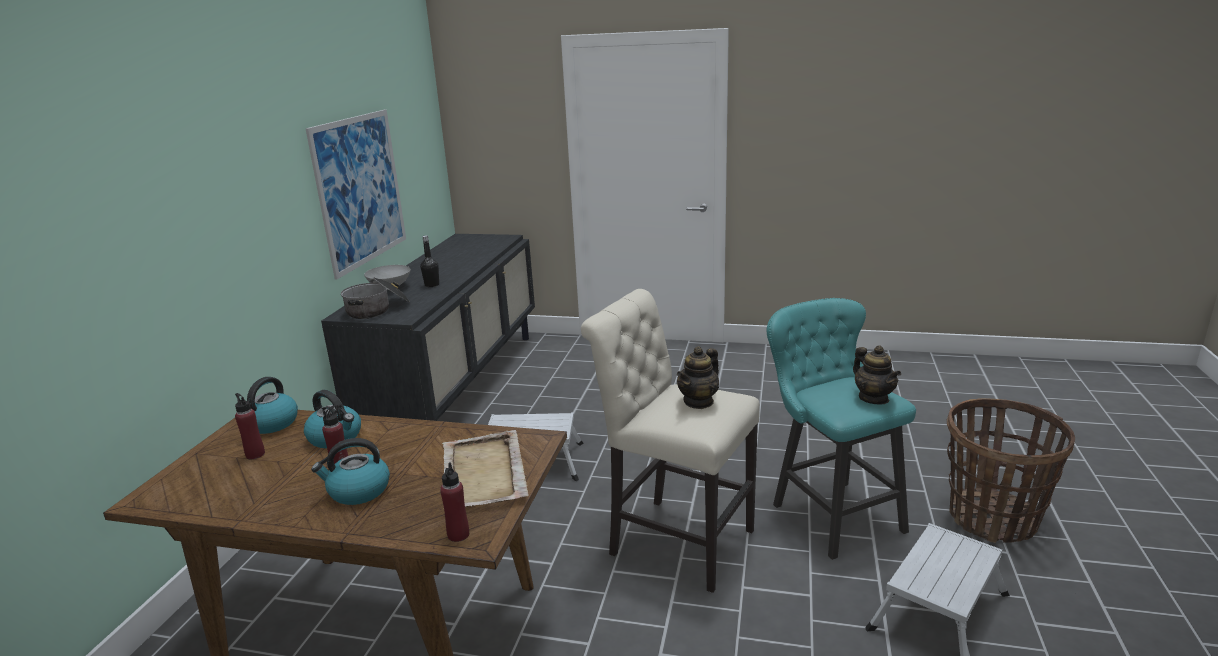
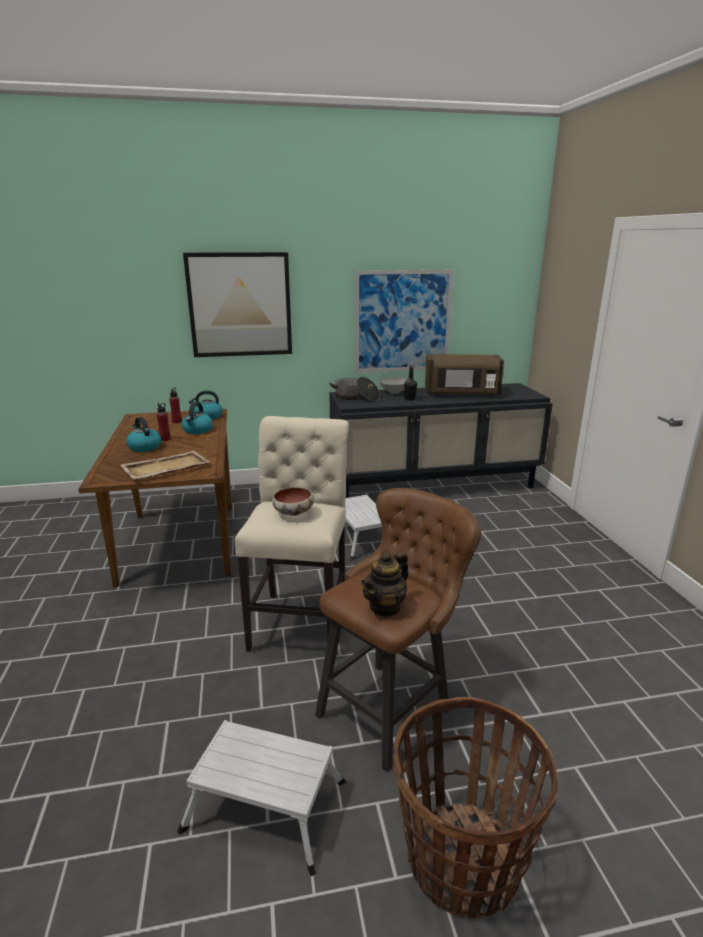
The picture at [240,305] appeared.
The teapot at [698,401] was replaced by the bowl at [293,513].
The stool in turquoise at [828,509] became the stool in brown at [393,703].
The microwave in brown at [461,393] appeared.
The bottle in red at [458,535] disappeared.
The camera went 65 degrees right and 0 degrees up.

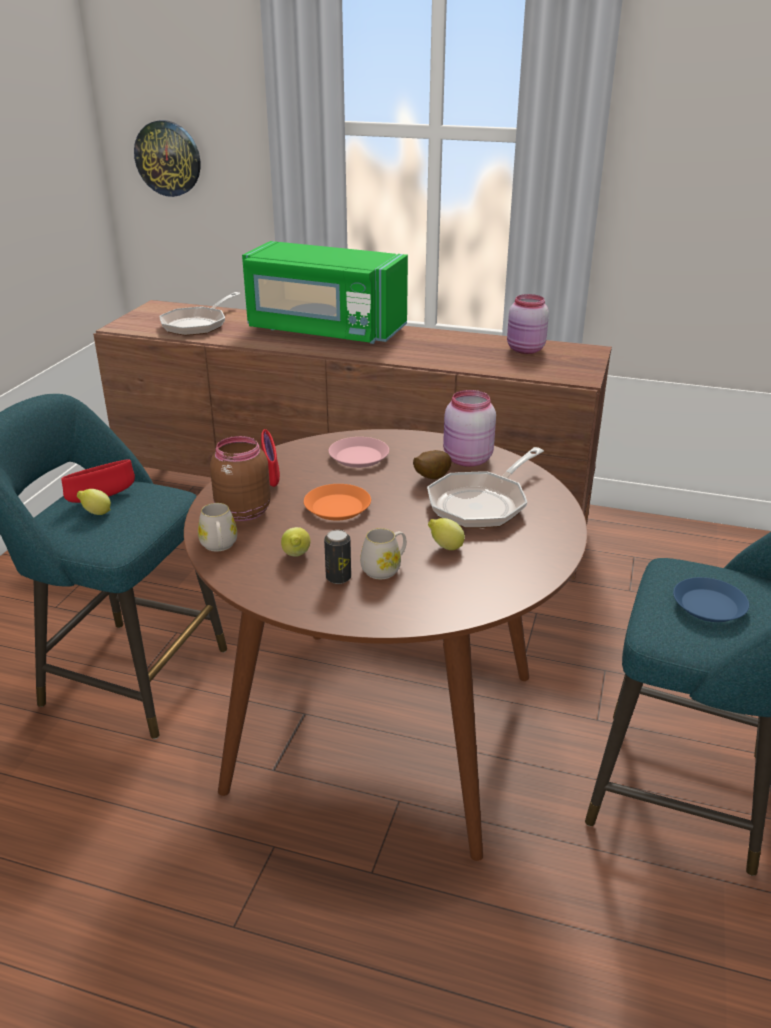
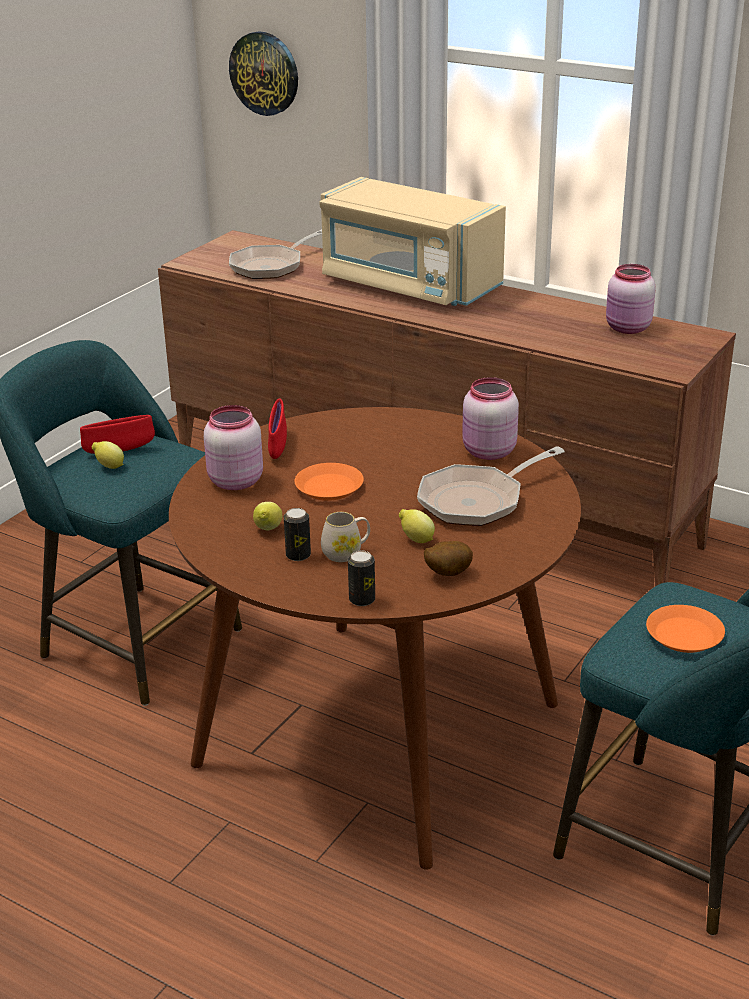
The jar in brown at [241,512] became the jar in pink at [234,481].
The microwave in green at [325,330] became the microwave in beige at [408,285].
The can at [362,600] appeared.
The potato moved from [430,478] to [446,573].
The plate in blue at [708,606] became the plate in orange at [684,635].
The mug in white at [219,546] disappeared.
The plate in pink at [358,457] disappeared.
The camera went 15 degrees right and 0 degrees up.

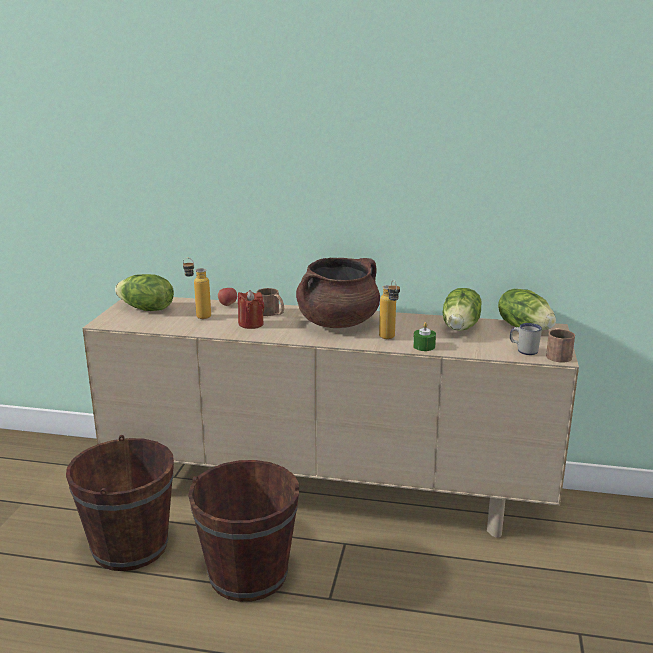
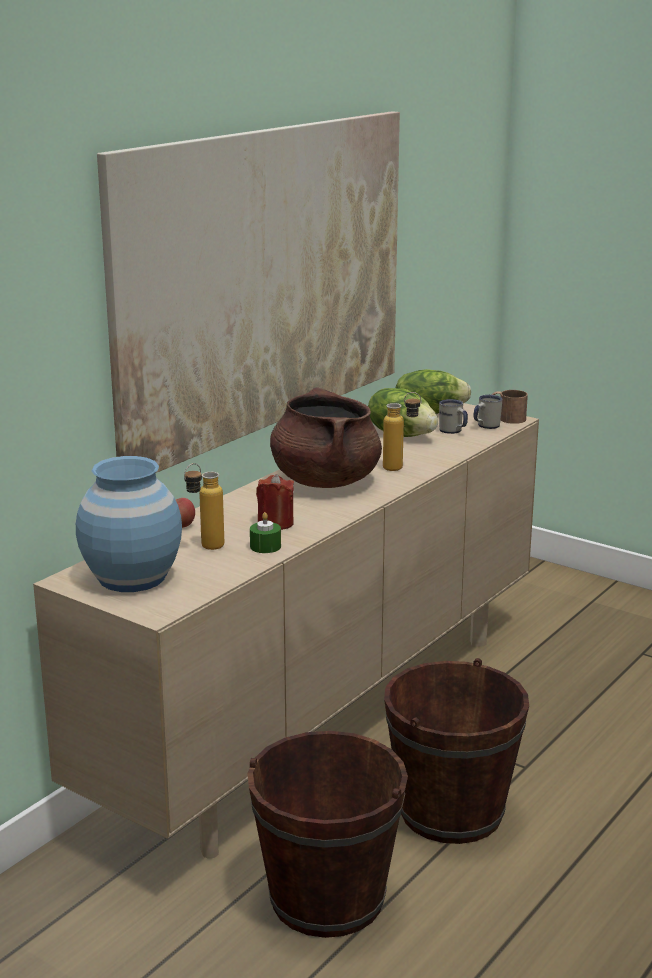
The lettuce at [146,309] was replaced by the vase in blue at [131,577].
The picture at [266,281] appeared.
The candle in green moved from [424,346] to [265,546].
The mug in white at [453,431] appeared.
The mug in brown at [272,313] disappeared.
The camera went 65 degrees left and 0 degrees up.

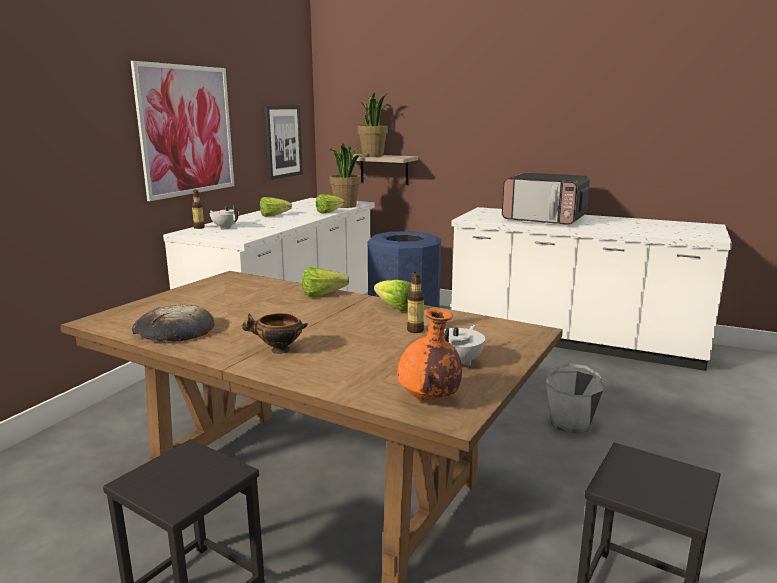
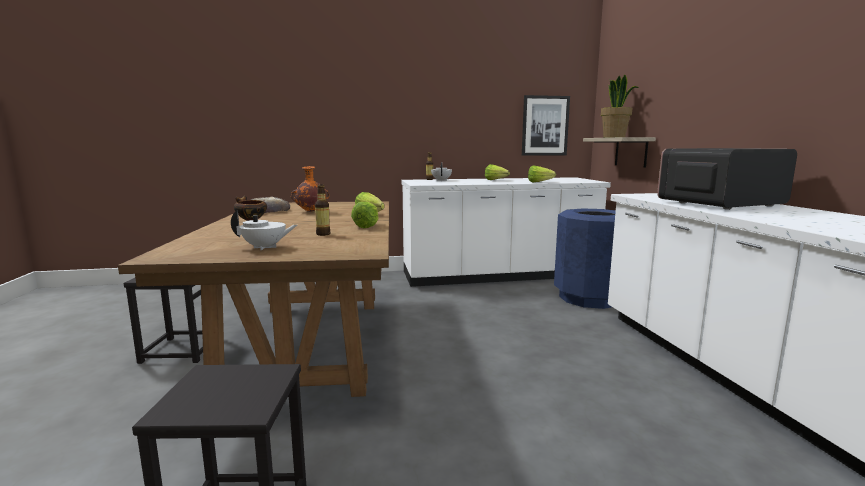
The vase in orange moved from [429,400] to [310,212].
The microwave at [545,219] turned 75 degrees clockwise.
The picture at [187,130] disappeared.
The potted plant at [345,206] disappeared.
The bucket in grey at [570,423] disappeared.
The camera went 55 degrees right and 5 degrees down.

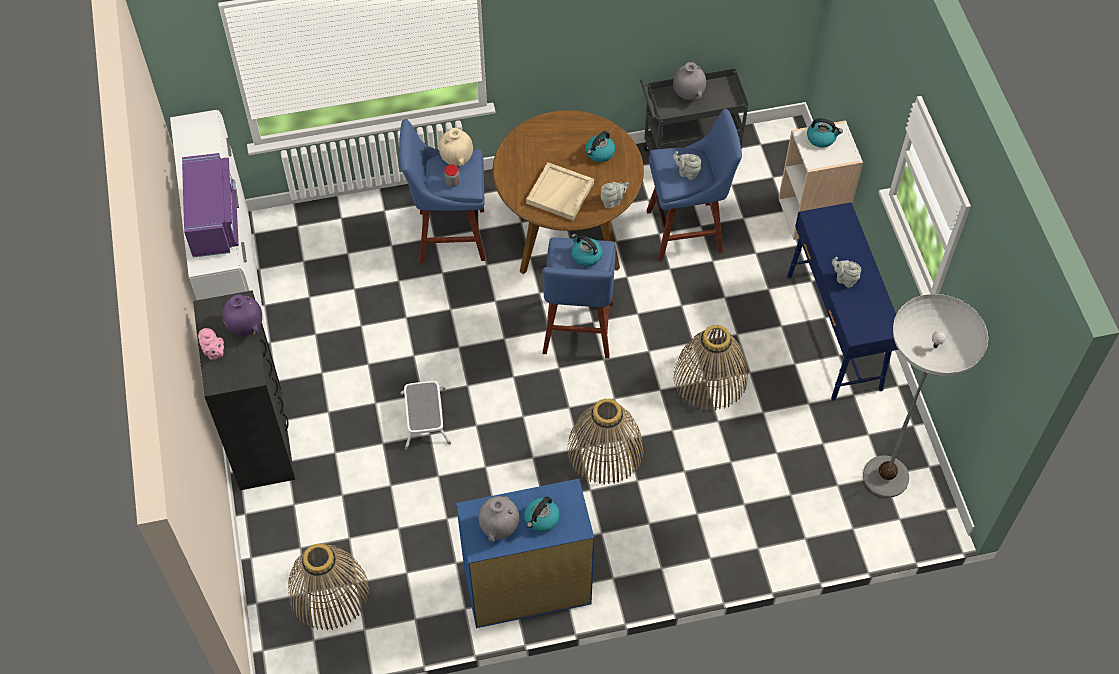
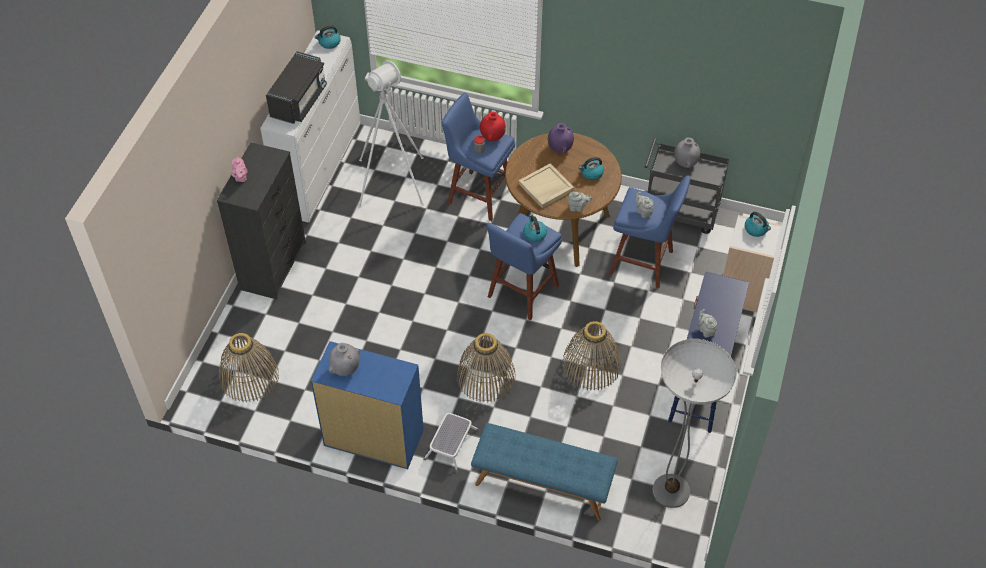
The microwave in purple at [213,219] became the microwave in black at [299,101].
The kettle moved from [541,519] to [329,43].
The floor lamp in white at [391,182] appeared.
The step ladder in grey moved from [425,418] to [451,444].
The bench in blue at [542,484] appeared.
The vase in beige at [457,159] became the vase in red at [492,137].
The vase in purple moved from [245,327] to [560,148].
The camera went 30 degrees right and 5 degrees down.

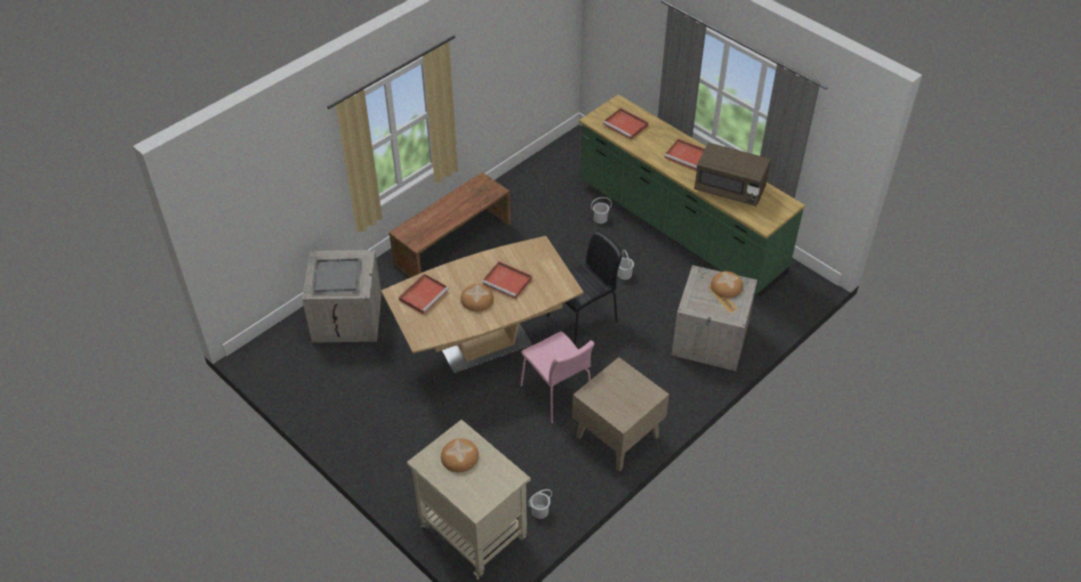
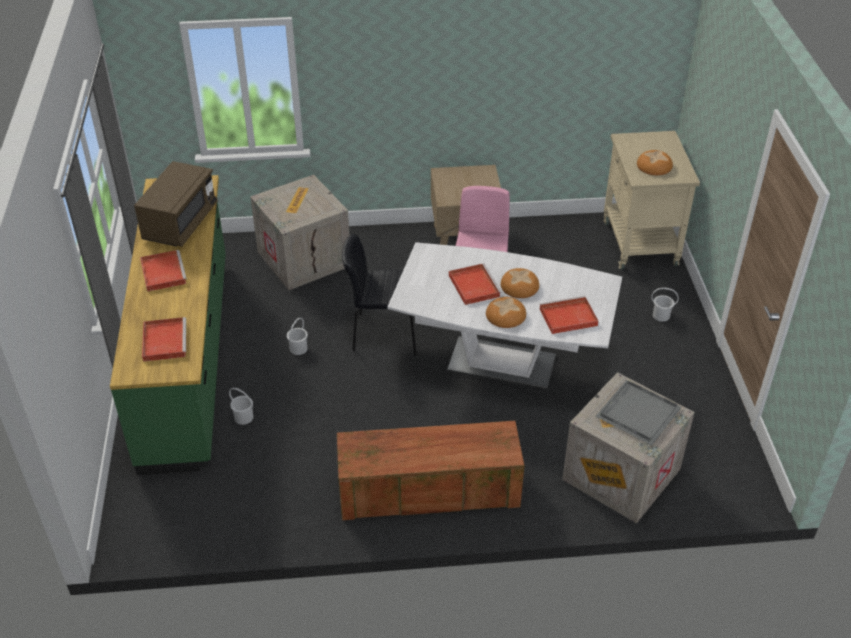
The microwave in brown at [729,189] turned 45 degrees clockwise.
The dining table in brown at [485,345] became the dining table in white at [501,363].
The bread moved from [726,287] to [506,315].
The bucket in white moved from [540,511] to [661,315].
The camera went 140 degrees left and 5 degrees down.

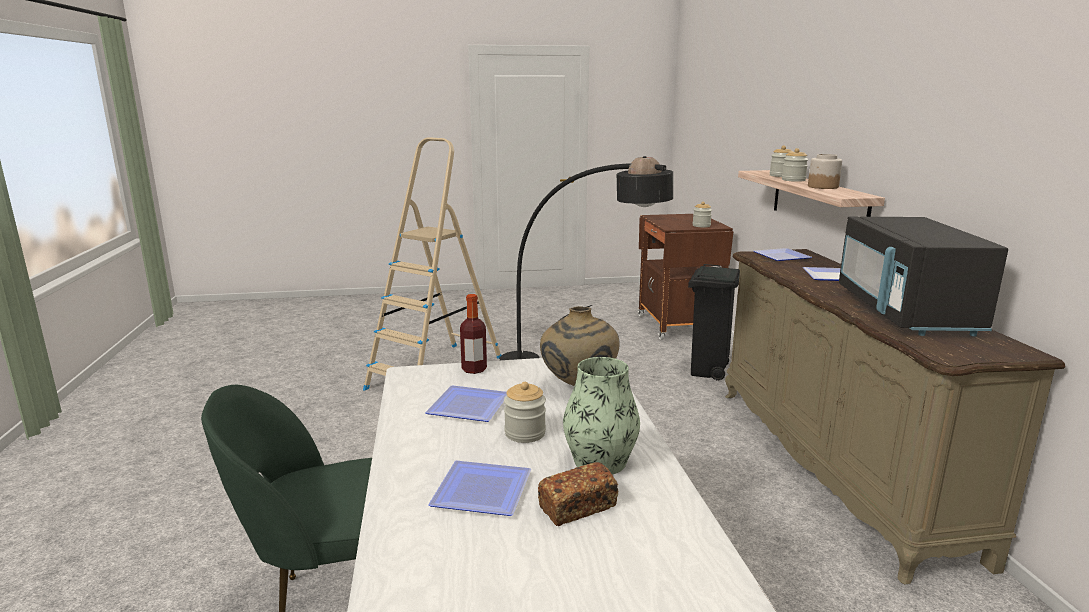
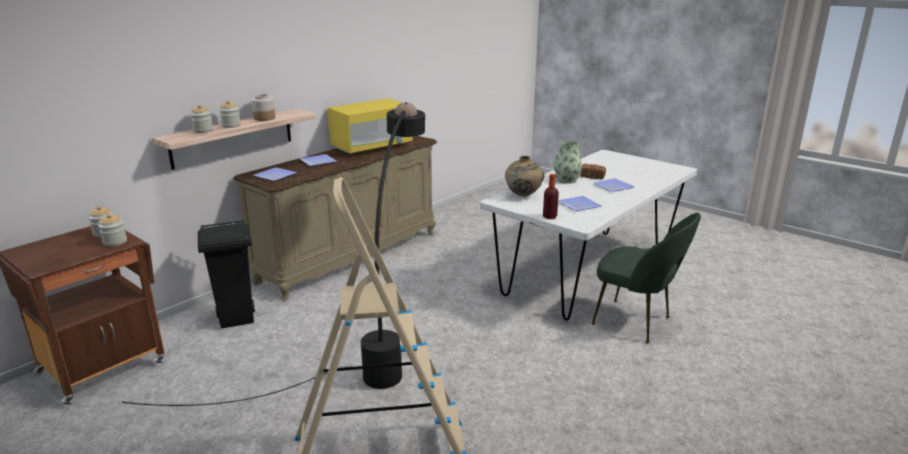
The jar moved from [525,433] to [115,242].
The microwave in black at [905,313] became the microwave in yellow at [372,147].
The camera went 130 degrees left and 5 degrees up.

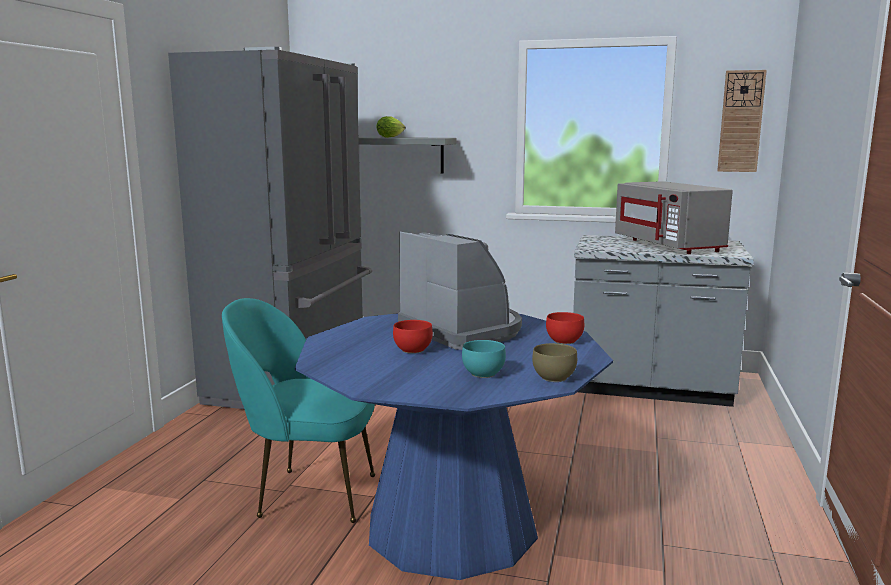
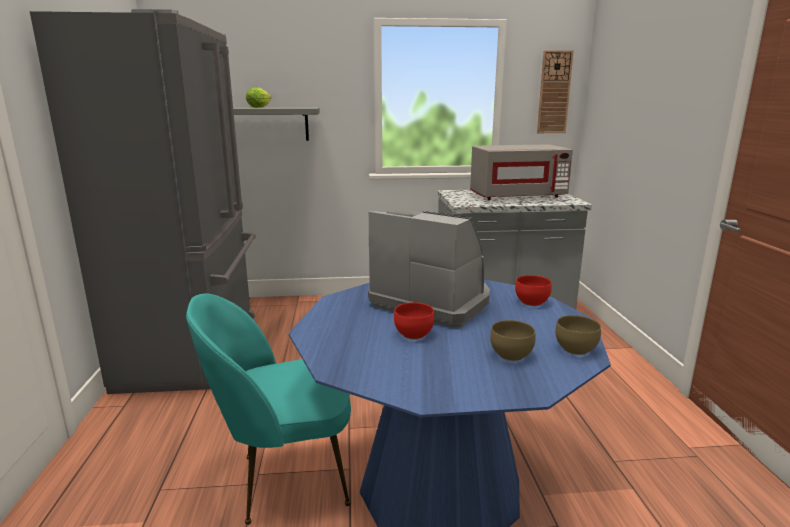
The microwave in grey at [669,245] turned 60 degrees counterclockwise.
The bowl in turquoise at [484,374] became the bowl in brown at [512,356].
The camera went 20 degrees left and 5 degrees up.

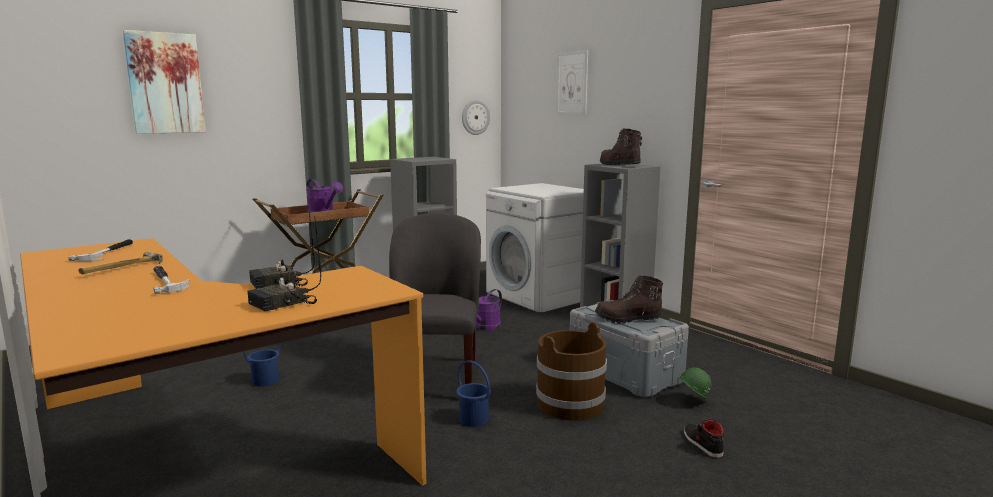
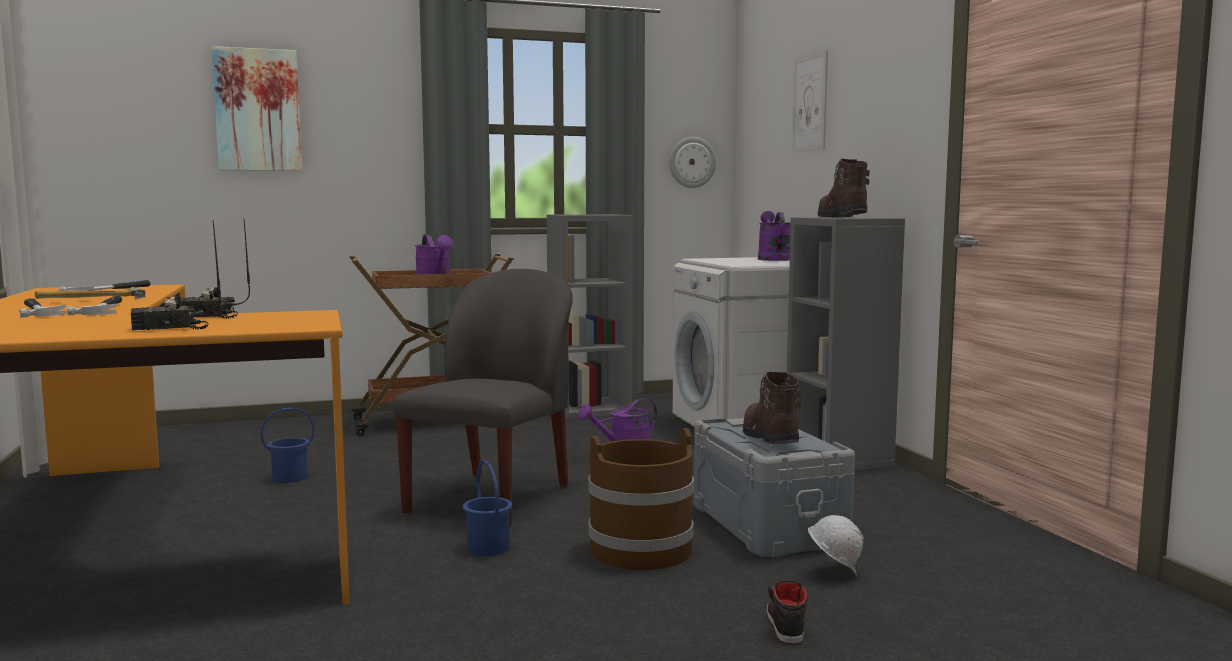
The hammer at [38,311] appeared.
The boot in brown at [628,319] turned 60 degrees clockwise.
The watering can in purple at [773,259] appeared.
The hard hat in green at [692,401] became the hard hat in white at [833,572].
The camera went 20 degrees right and 5 degrees down.

